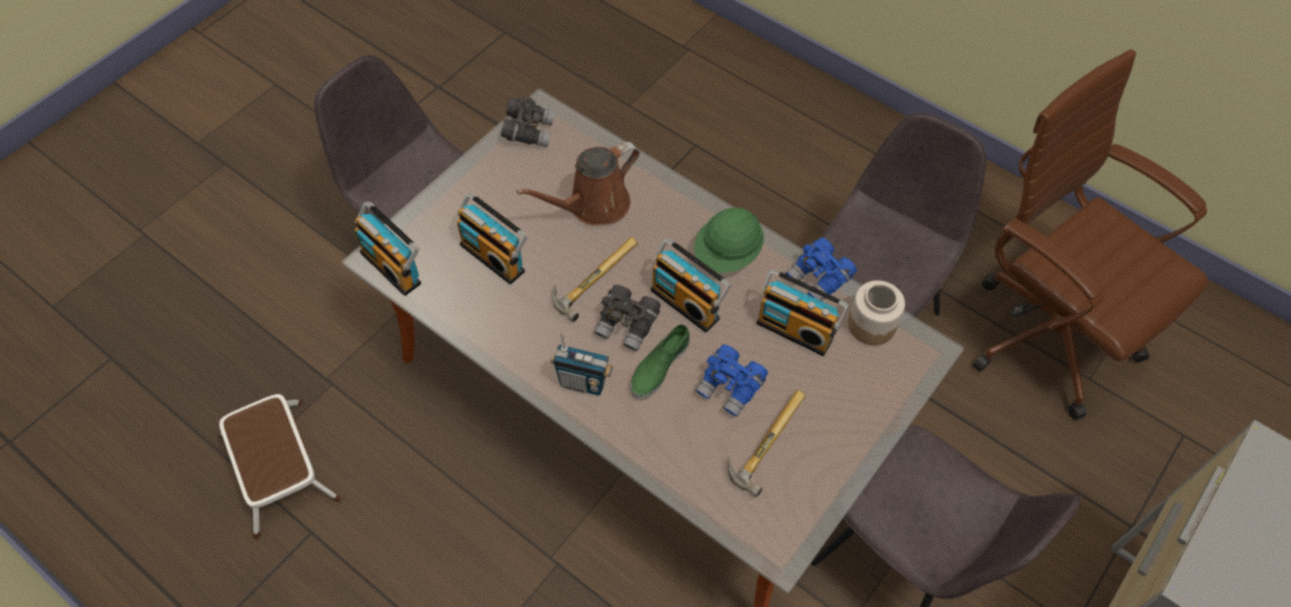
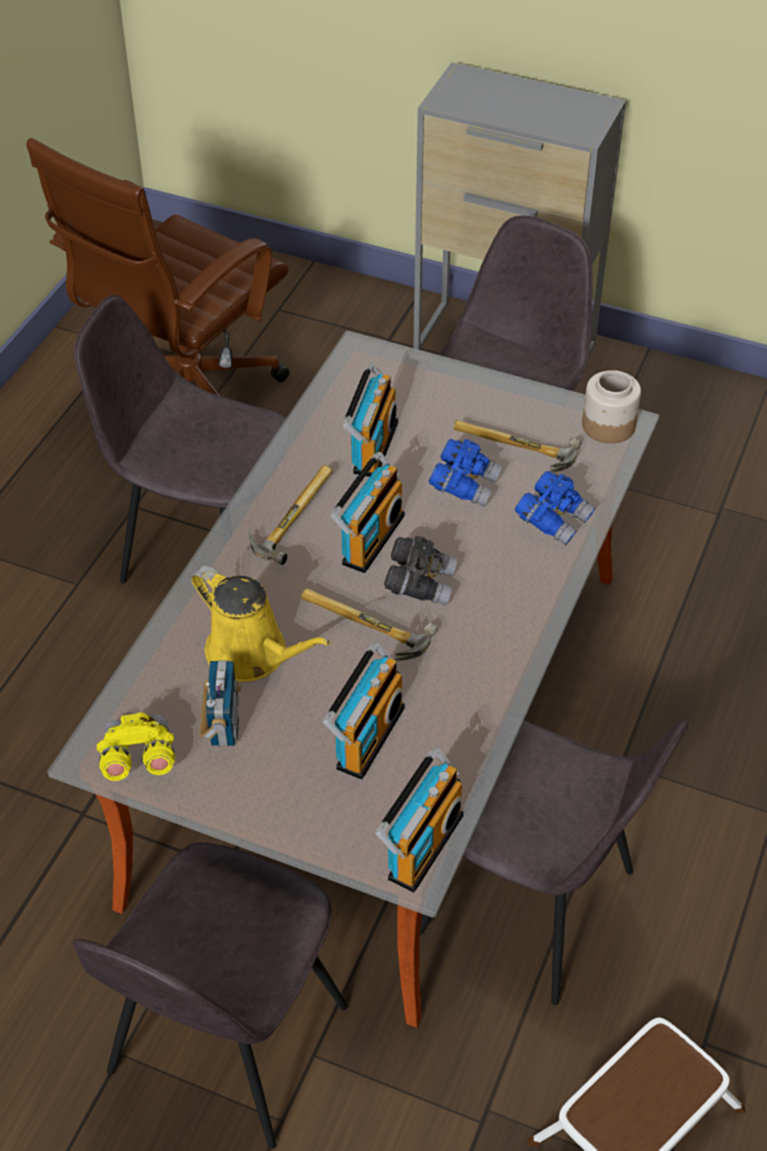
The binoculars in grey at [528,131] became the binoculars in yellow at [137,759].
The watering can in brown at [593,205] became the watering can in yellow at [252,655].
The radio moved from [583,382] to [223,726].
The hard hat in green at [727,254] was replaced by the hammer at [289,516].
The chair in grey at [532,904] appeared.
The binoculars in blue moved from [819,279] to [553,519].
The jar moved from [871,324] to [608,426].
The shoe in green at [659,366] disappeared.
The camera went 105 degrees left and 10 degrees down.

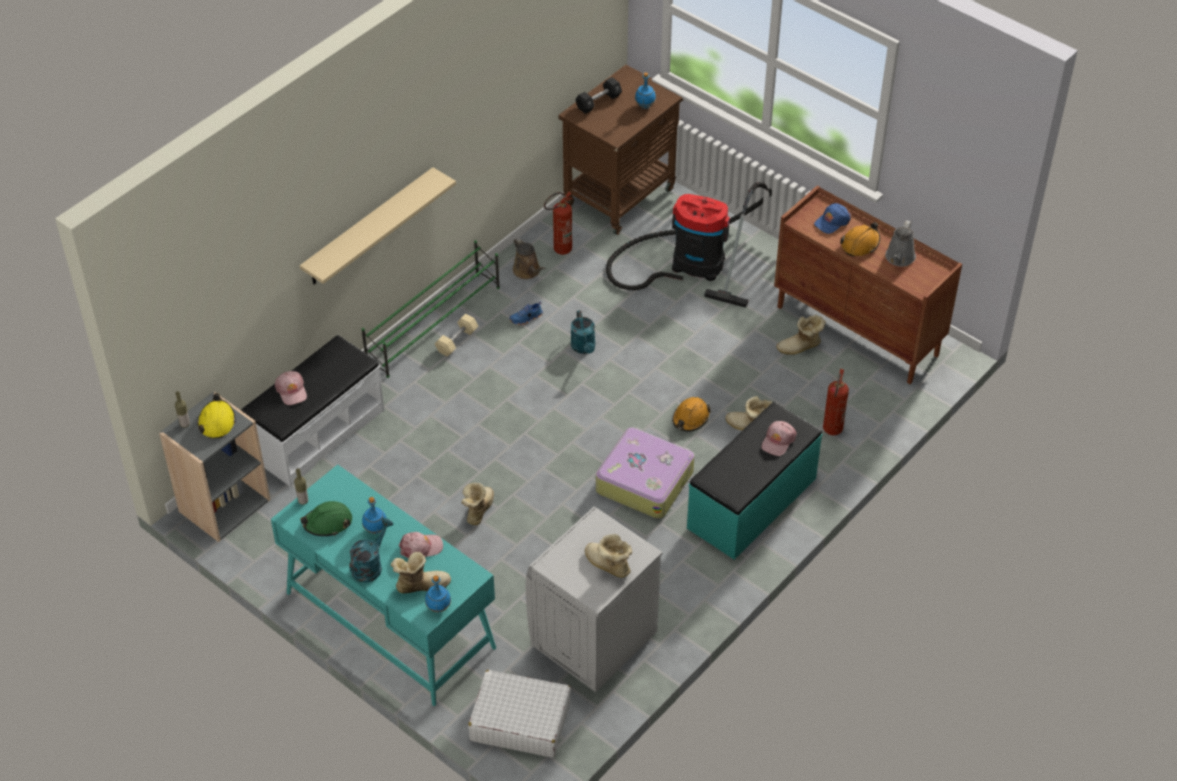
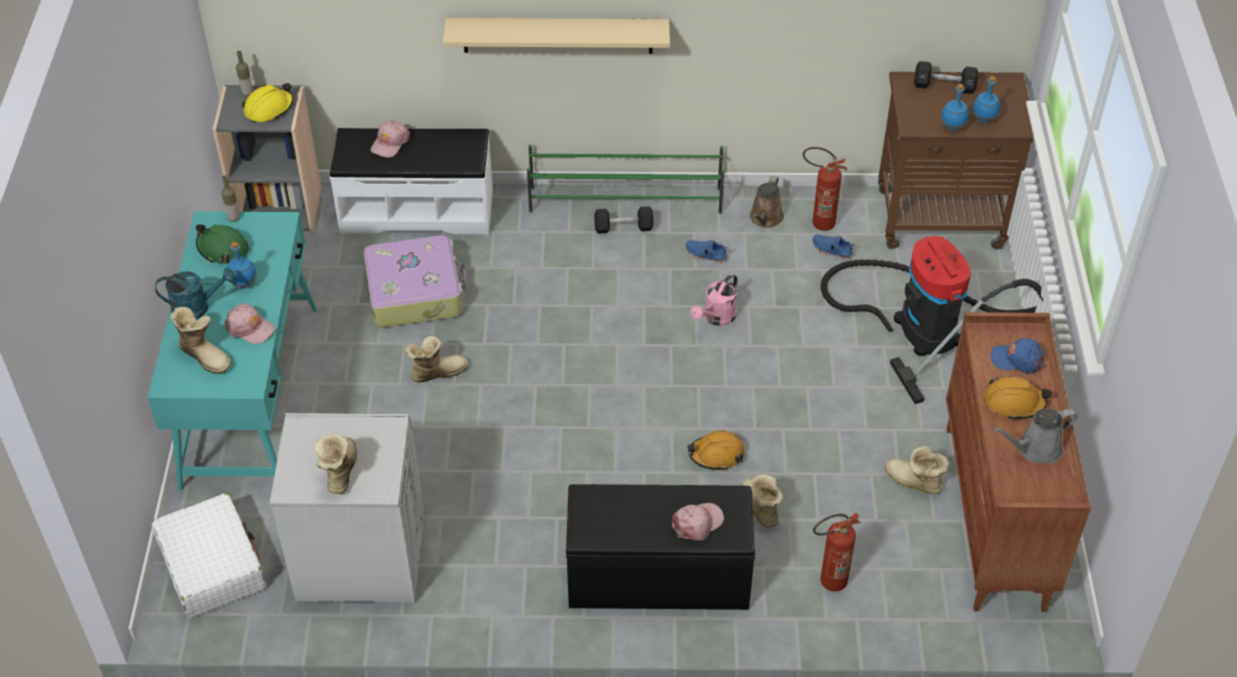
The suitcase moved from [644,480] to [415,291].
The bench in turquoise at [753,503] became the bench in black at [658,576].
The dumbbell in beige at [457,341] became the dumbbell in black at [623,227].
The cap in pink at [778,441] turned 150 degrees clockwise.
The watering can in turquoise at [584,348] became the watering can in pink at [716,318].
The shoe in blue at [831,250] appeared.
The bottle in blue moved from [438,607] to [952,127].
The camera went 50 degrees right and 0 degrees up.

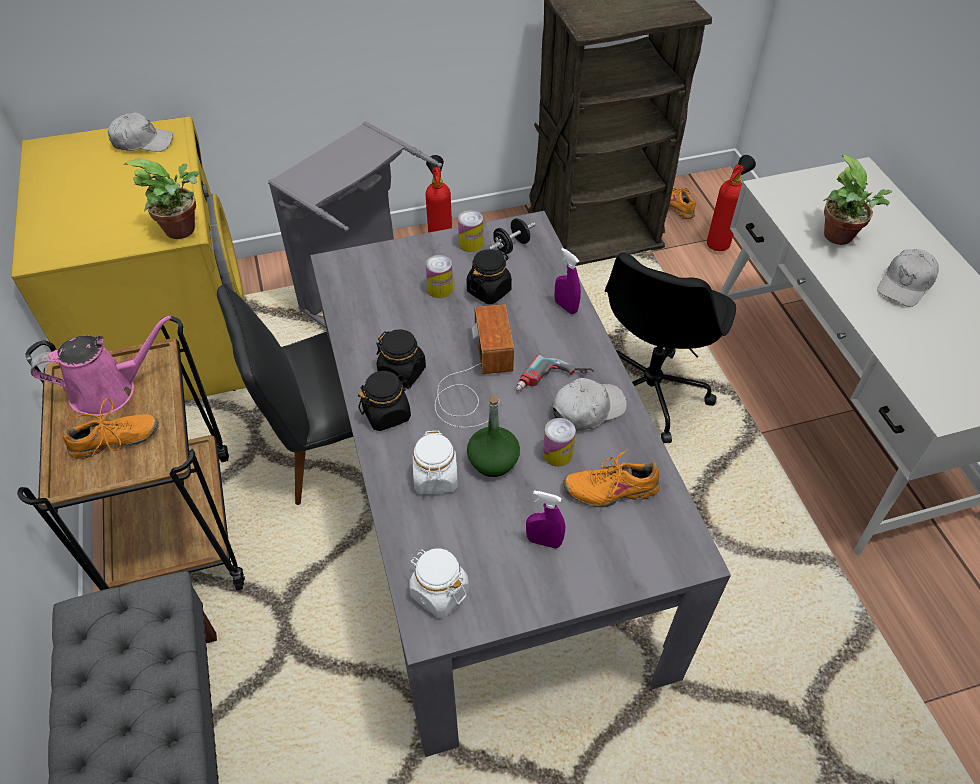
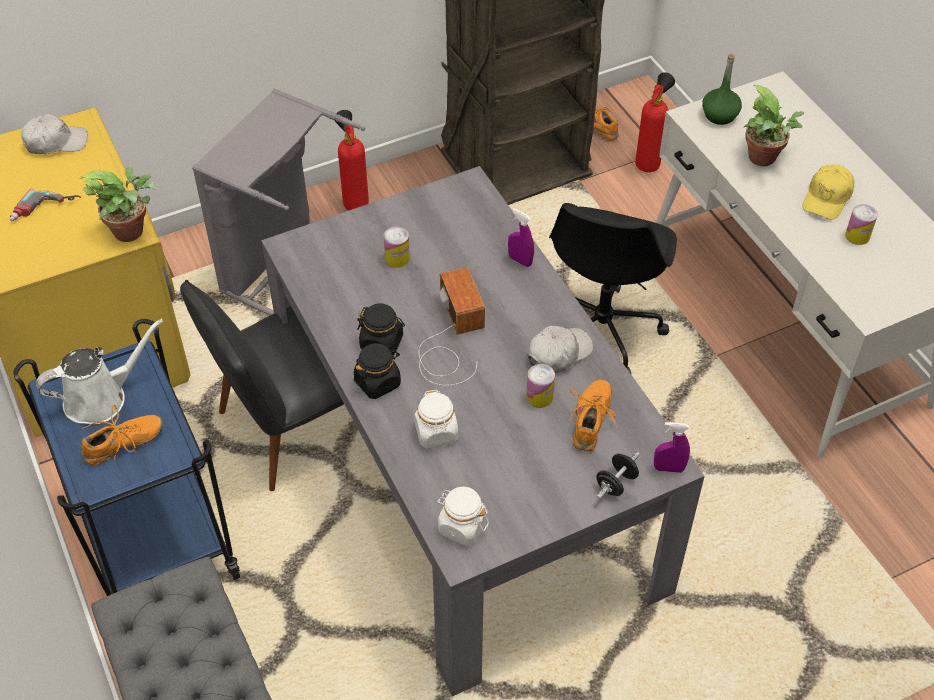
The power drill moved from [553,383] to [45,211].
The cart in brown at [175,527] became the cart in blue at [153,531].
The watering can in pink at [110,390] became the watering can in white at [101,398].
The shoe in orange at [611,489] turned 120 degrees clockwise.
The dumbbell in black moved from [511,246] to [616,483].
The spray bottle in purple moved from [544,541] to [668,468].
The bottle in green moved from [493,461] to [720,115].
The cap in white at [905,284] became the cap in yellow at [827,198].
The can moved from [471,243] to [857,236].
The jar in black at [489,290] disappeared.
The camera went 10 degrees left and 0 degrees up.

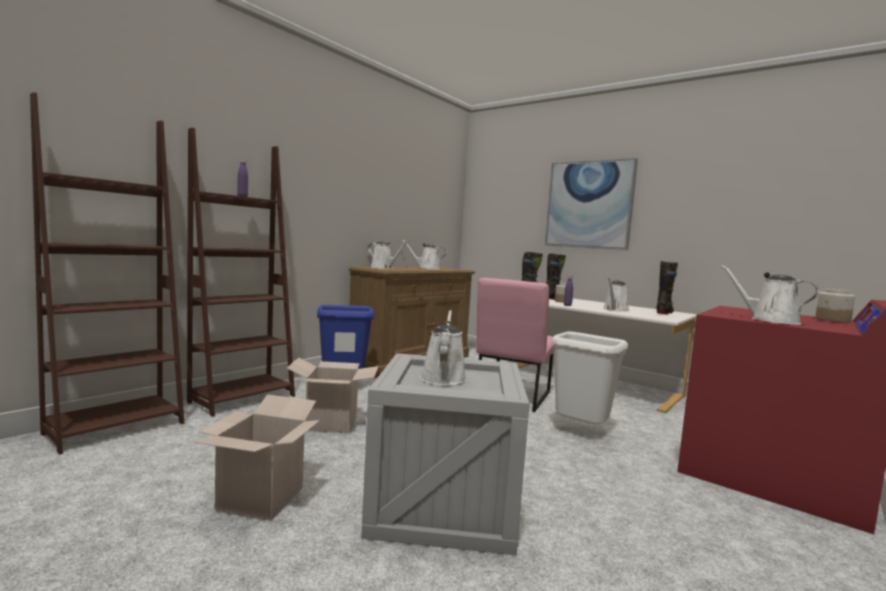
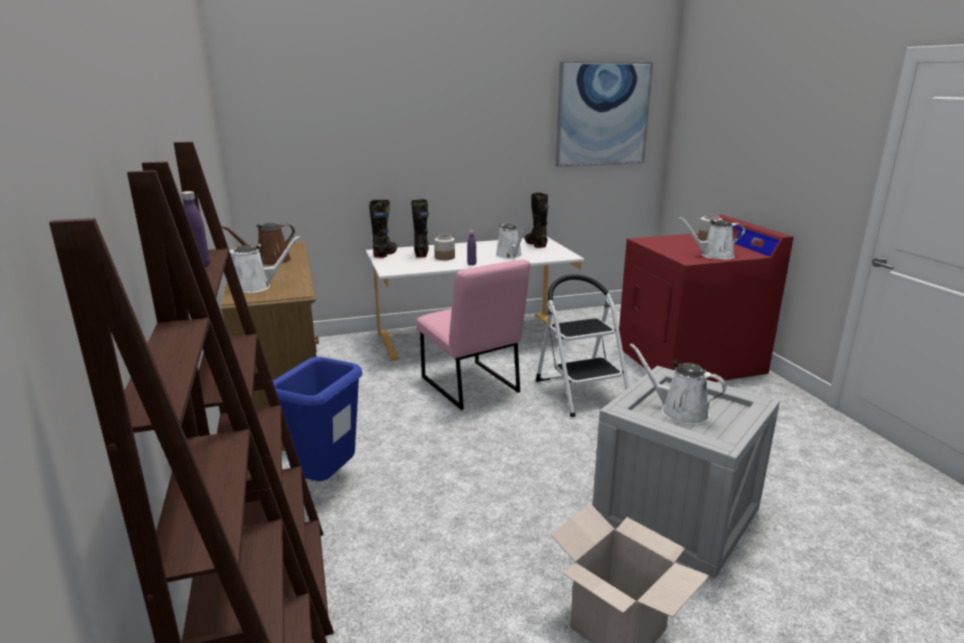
The watering can in white at [426,268] became the watering can in brown at [270,261].
The trash can in white at [581,432] was replaced by the step ladder at [580,391].
The picture moved from [589,205] to [602,114].
The cardboard box at [331,424] disappeared.
The camera went 55 degrees left and 15 degrees up.

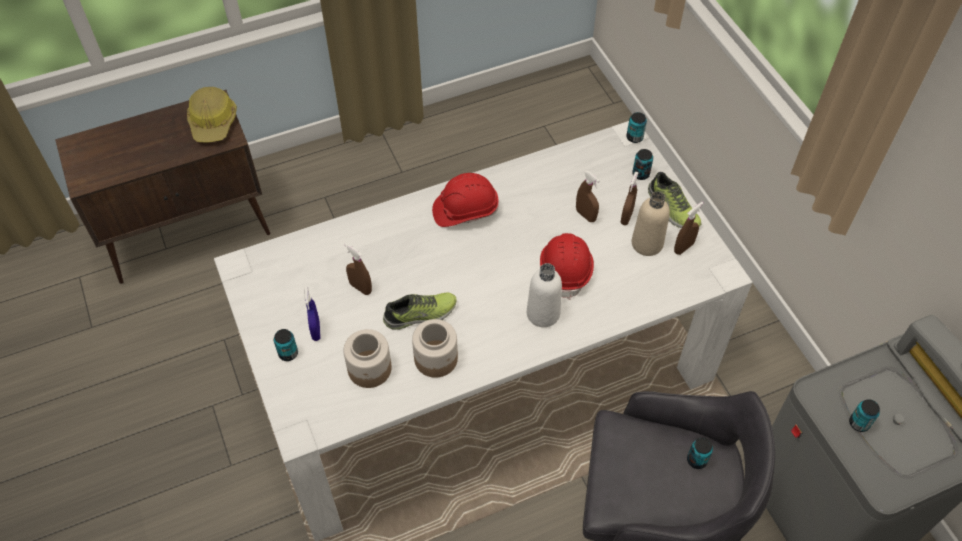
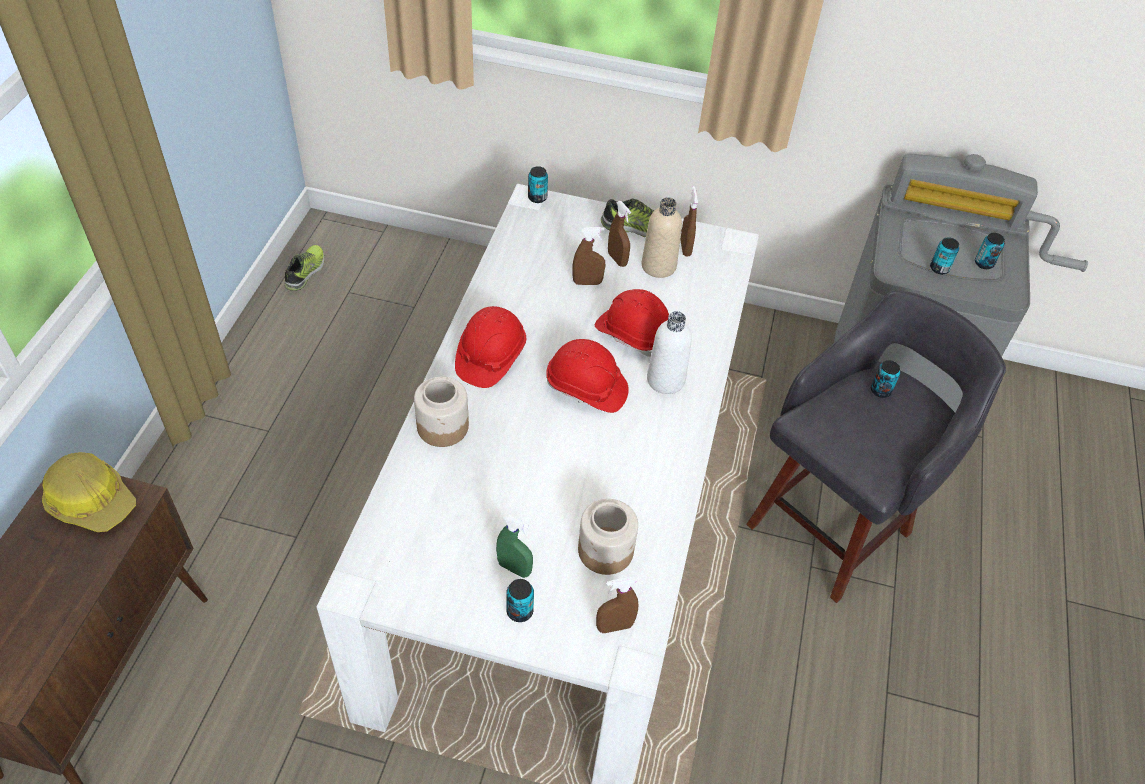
The shoe moved from [420,315] to [306,272].
The jar moved from [436,359] to [443,426].
The spray bottle in blue at [316,331] became the spray bottle in green at [514,568].
The hard hat in red at [586,388] appeared.
The spray bottle in brown moved from [360,288] to [614,626].
The can moved from [640,174] to [984,263].
The camera went 55 degrees left and 5 degrees down.

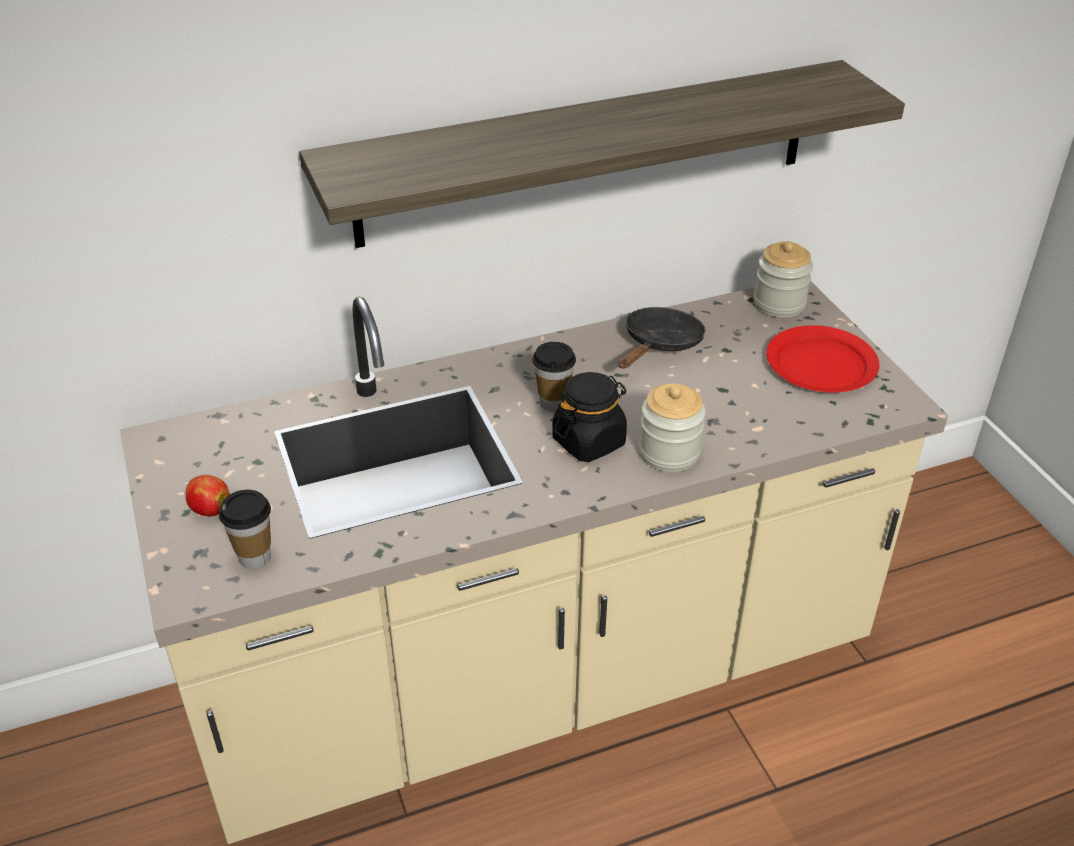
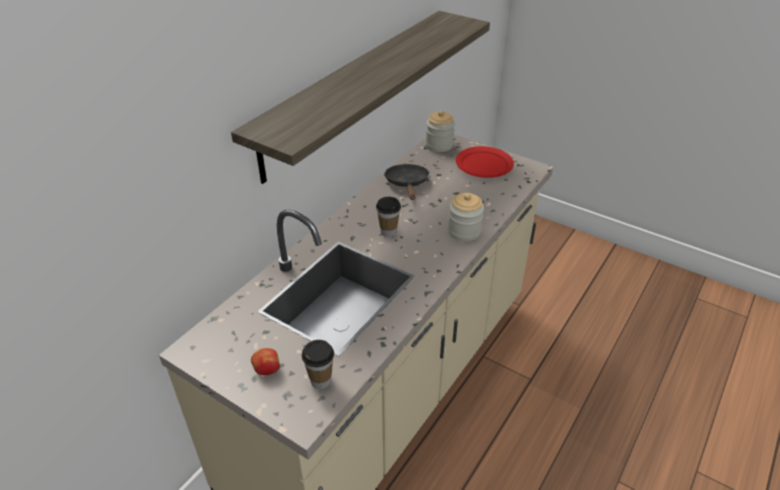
The jar in black at [589,441] disappeared.
The camera went 35 degrees left and 0 degrees up.

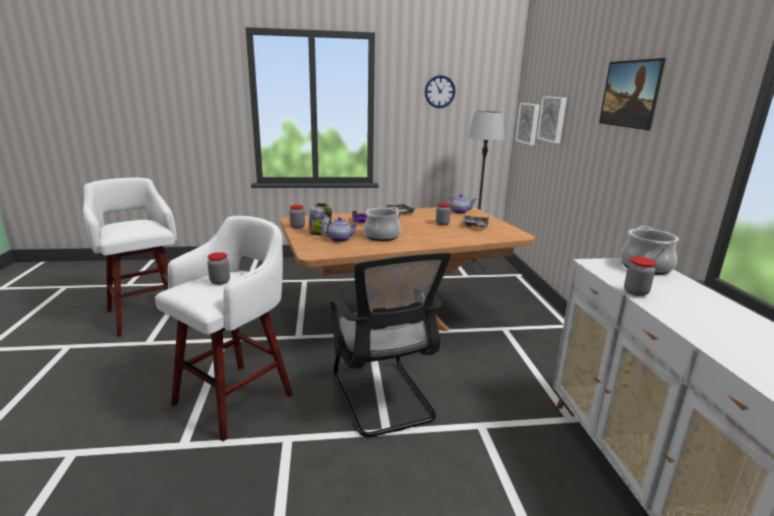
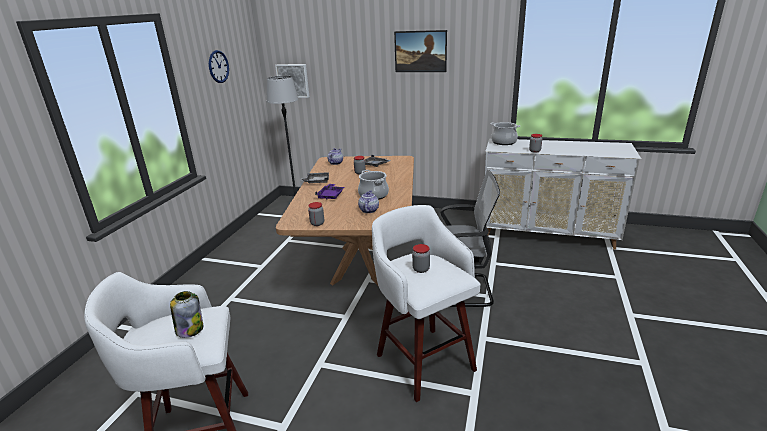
The jar moved from [320,233] to [190,329].
The picture at [553,119] disappeared.
The camera went 65 degrees left and 5 degrees up.

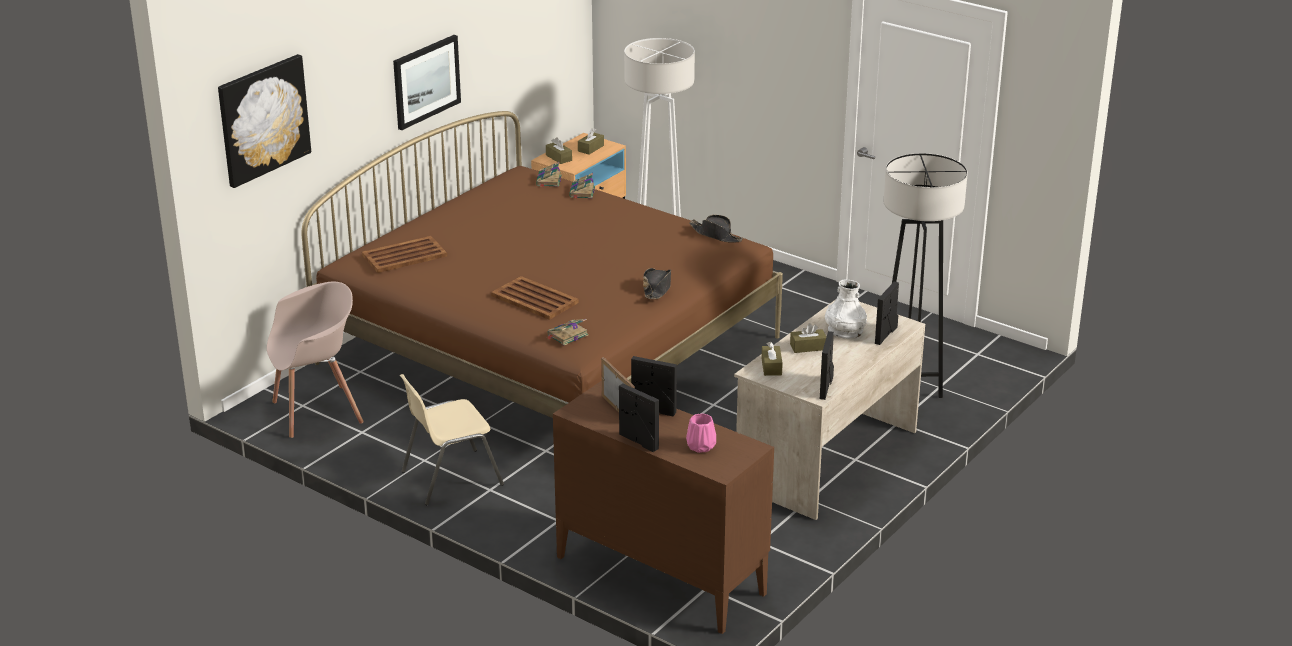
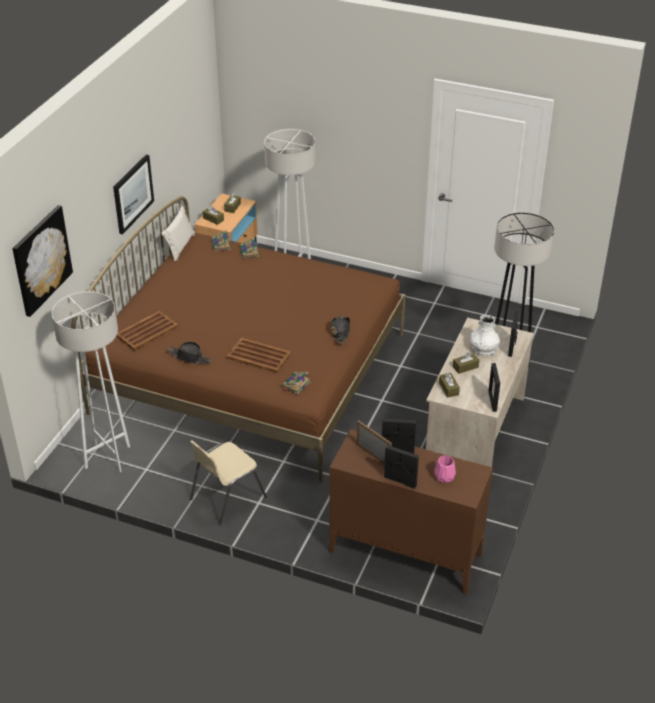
The chair in beige at [319,412] was replaced by the floor lamp in white at [107,457].
The pillow in white at [180,246] appeared.
The hat in black moved from [716,235] to [190,357].
The camera went 15 degrees left and 10 degrees up.

